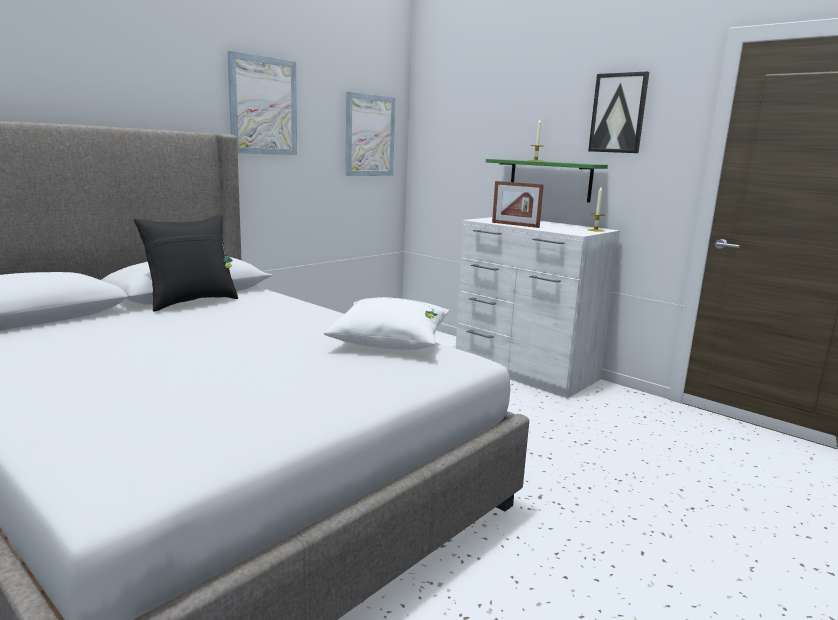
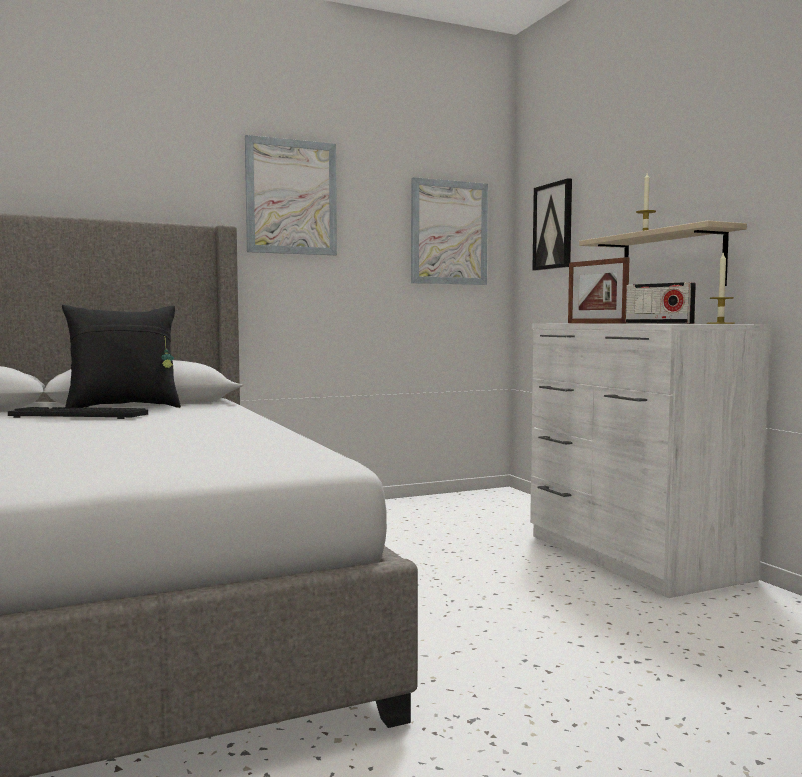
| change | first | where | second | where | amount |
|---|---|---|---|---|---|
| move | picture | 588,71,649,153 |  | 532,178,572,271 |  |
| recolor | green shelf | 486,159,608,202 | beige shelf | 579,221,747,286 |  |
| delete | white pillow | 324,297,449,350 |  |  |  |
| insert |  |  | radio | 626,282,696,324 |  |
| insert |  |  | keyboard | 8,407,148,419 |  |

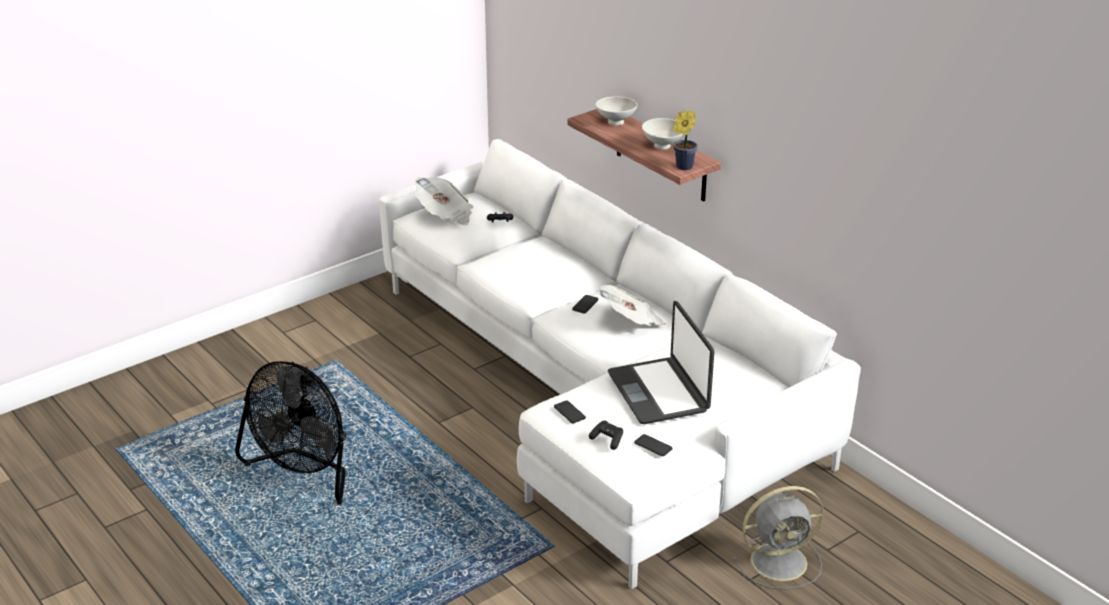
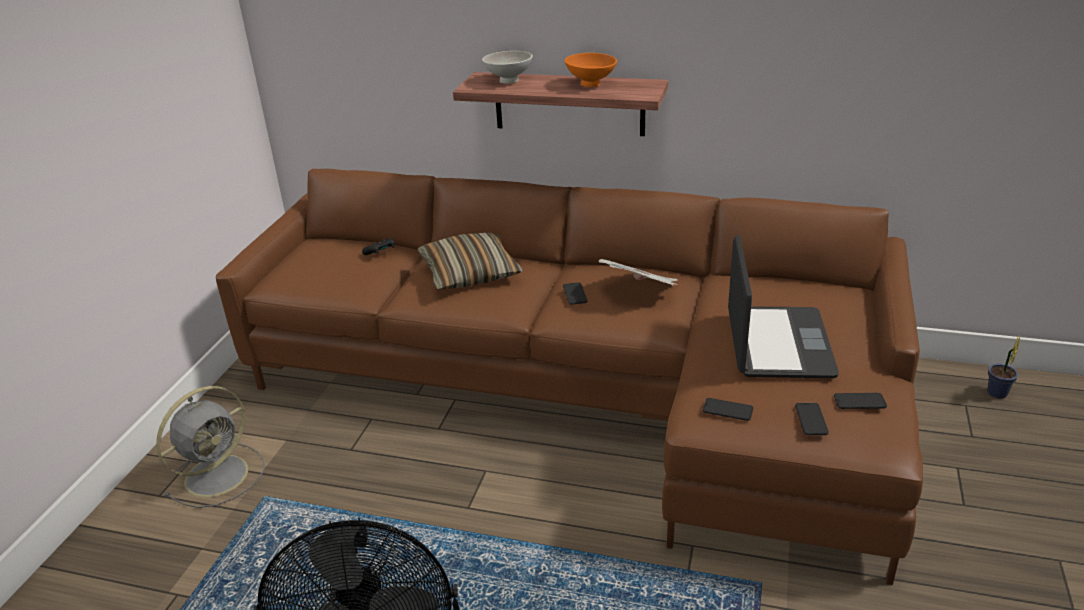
| change | first | where | second | where | amount |
|---|---|---|---|---|---|
| move | potted plant | 673,110,698,170 |  | 987,336,1020,399 |  |
| recolor | white bowl | 642,118,684,150 | orange bowl | 565,53,617,87 |  |
| recolor | white sofa | 379,139,861,589 | brown sofa | 216,169,923,585 |  |
| delete | newspaper | 415,177,473,225 |  |  |  |
| rotate | laptop | 608,301,714,424 |  | 728,235,839,378 | 120 degrees counterclockwise |
| replace | black game controller | 589,421,623,450 | phone | 795,403,829,435 |  |
| move | grey fan | 733,486,824,589 |  | 156,386,265,508 |  |
| insert |  |  | pillow | 418,233,522,289 |  |

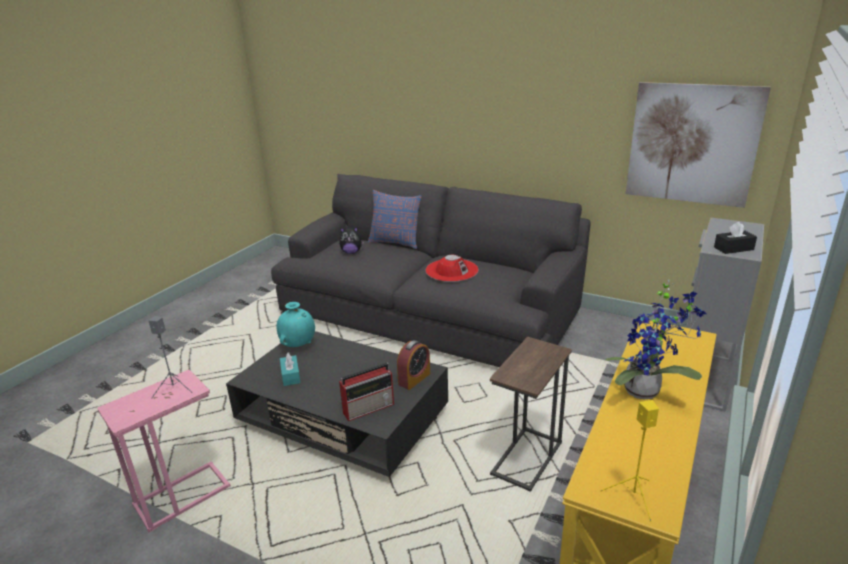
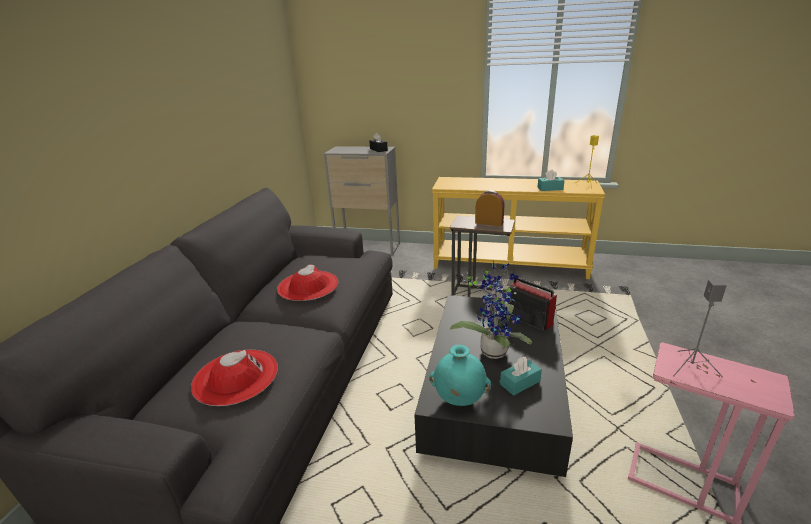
| change | first | where | second | where | amount |
|---|---|---|---|---|---|
| delete | picture | 626,82,771,208 |  |  |  |
| delete | blue pillow | 368,190,422,249 |  |  |  |
| replace | plush toy | 339,227,364,254 | red hat | 191,350,278,406 |  |
| move | potted plant | 606,280,706,399 |  | 450,261,532,359 |  |
| move | alarm clock | 397,340,430,390 |  | 475,190,505,226 |  |
| insert |  |  | turquoise tissue box | 537,170,565,191 |  |

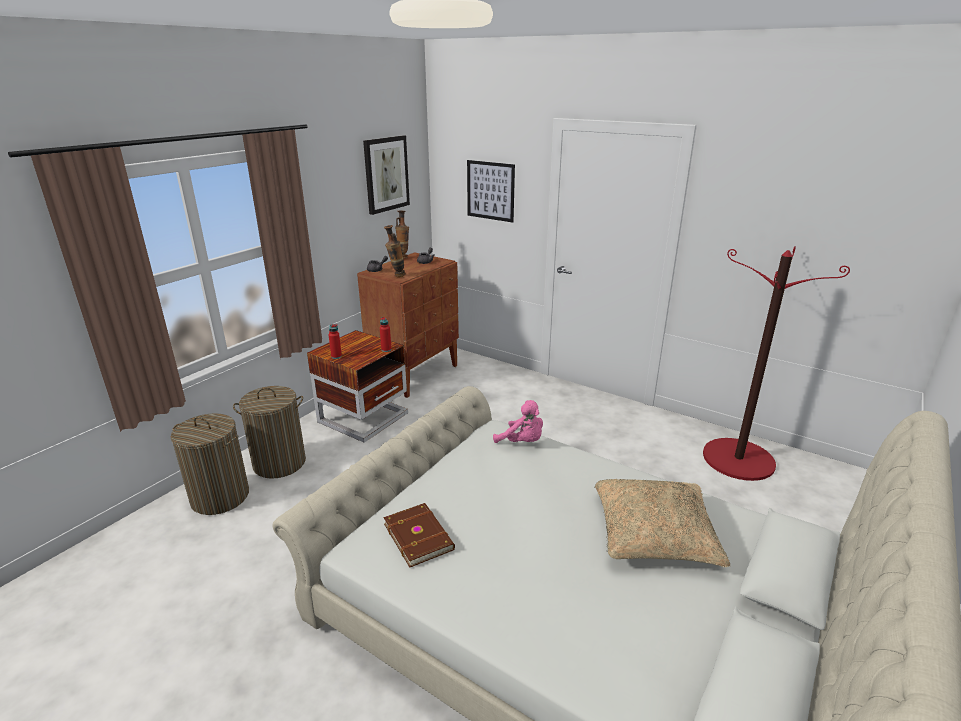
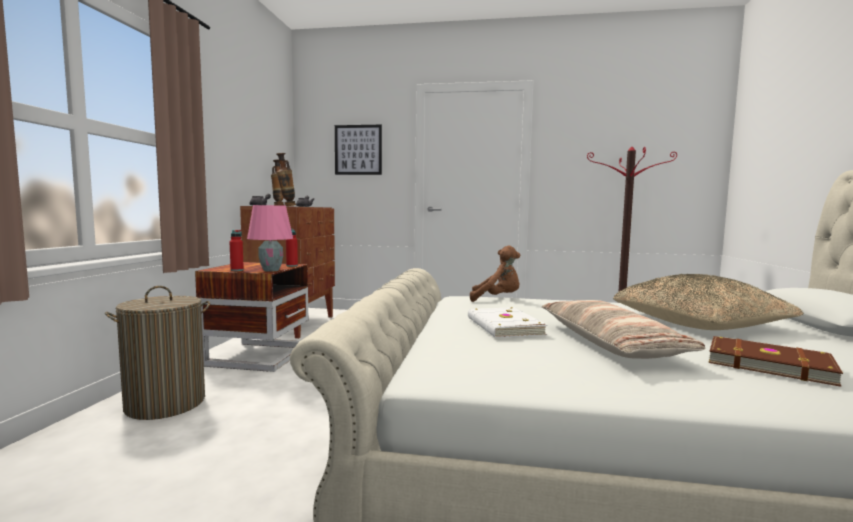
| change | first | where | second | where | amount |
|---|---|---|---|---|---|
| delete | picture | 363,135,410,215 |  |  |  |
| recolor | pink plush toy | 493,400,543,443 | brown plush toy | 470,245,520,302 |  |
| delete | laundry basket | 171,413,249,515 |  |  |  |
| move | brown book | 383,503,455,567 |  | 708,336,843,387 |  |
| insert |  |  | pink table lamp | 247,205,293,272 |  |
| insert |  |  | pillow | 542,300,706,359 |  |
| insert |  |  | white book | 468,307,547,338 |  |

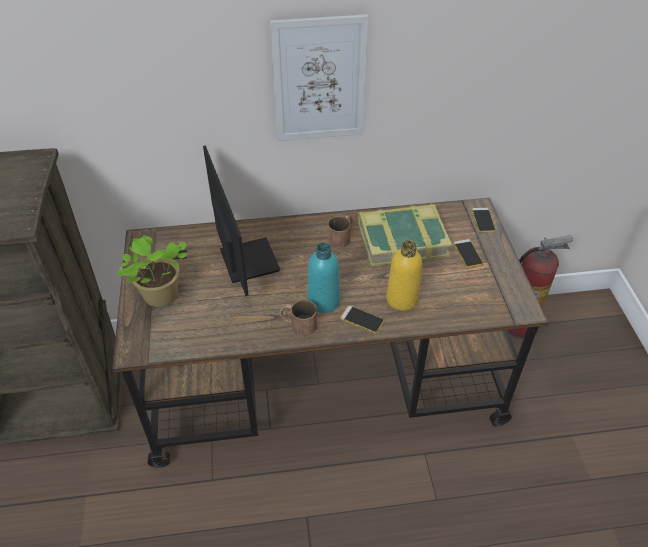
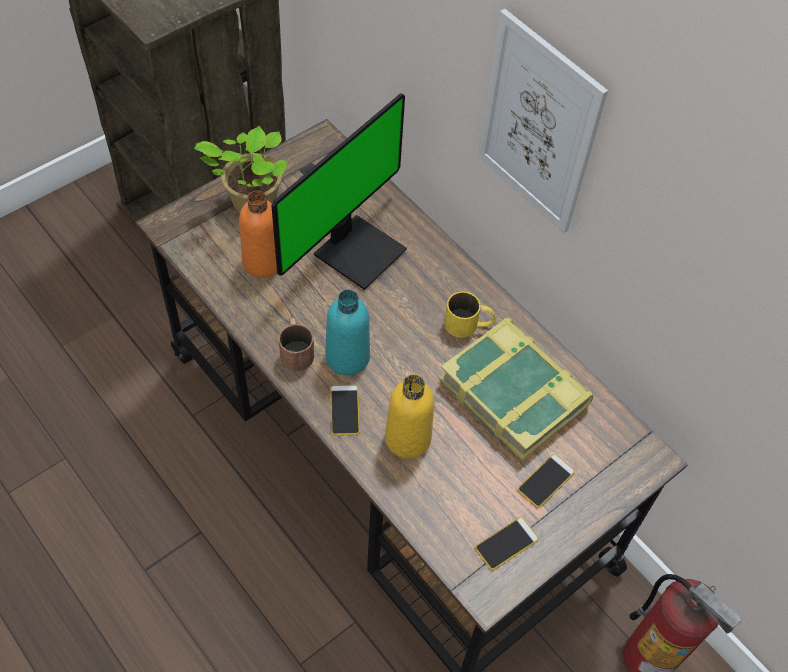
| change | first | where | second | where | amount |
|---|---|---|---|---|---|
| move | phone | 472,208,496,232 |  | 475,517,539,570 |  |
| recolor | brown mug | 328,215,353,248 | yellow mug | 444,291,496,338 |  |
| insert |  |  | orange bottle | 239,191,277,278 |  |

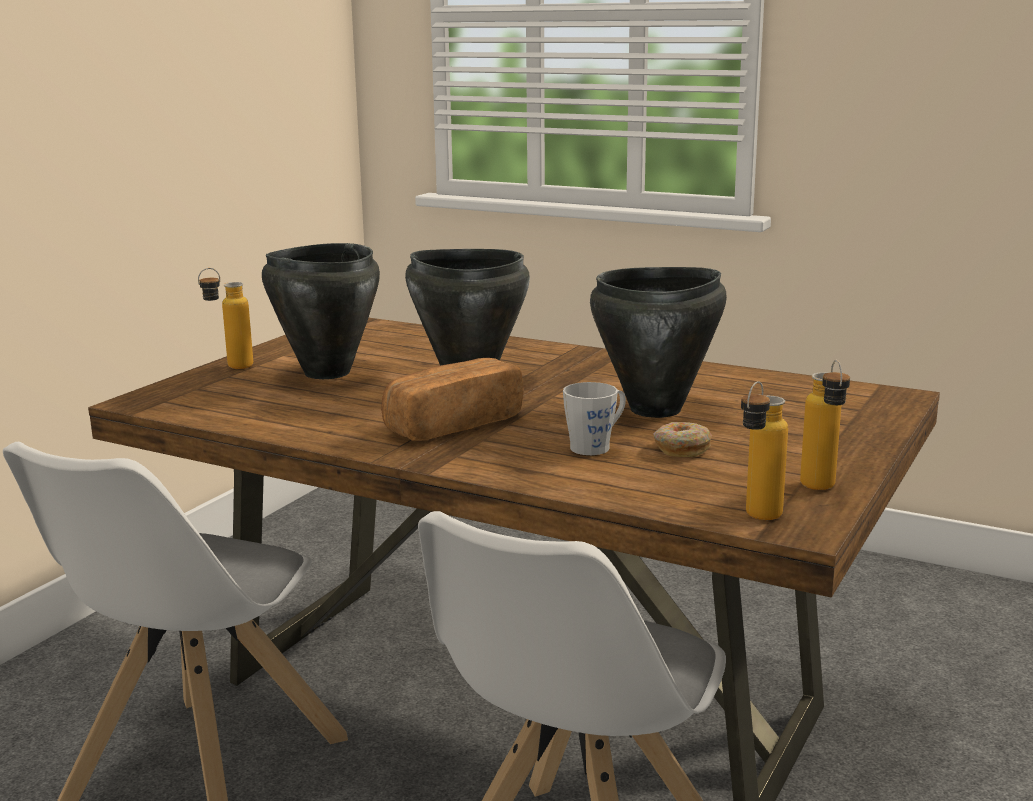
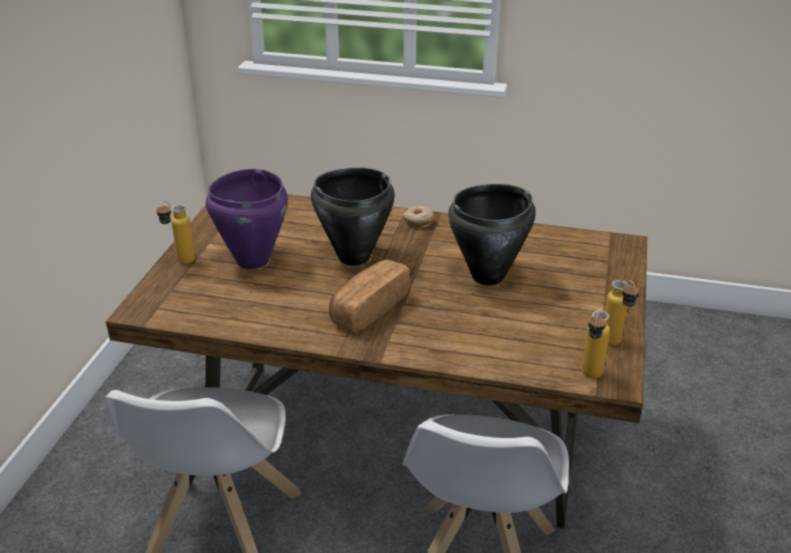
| change | first | where | second | where | amount |
|---|---|---|---|---|---|
| recolor | black cooking pot | 262,243,380,379 | purple cooking pot | 206,169,288,269 |  |
| delete | grey mug | 563,382,626,455 |  |  |  |
| move | donut | 653,422,712,457 |  | 404,206,434,228 |  |

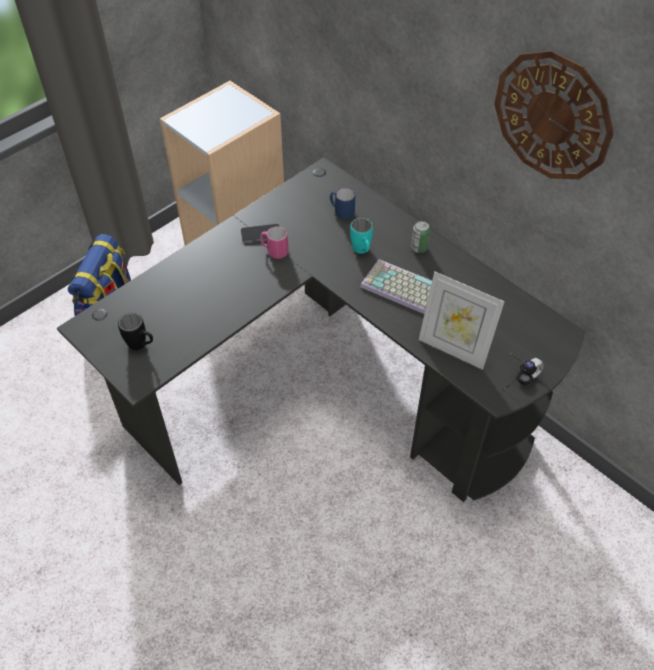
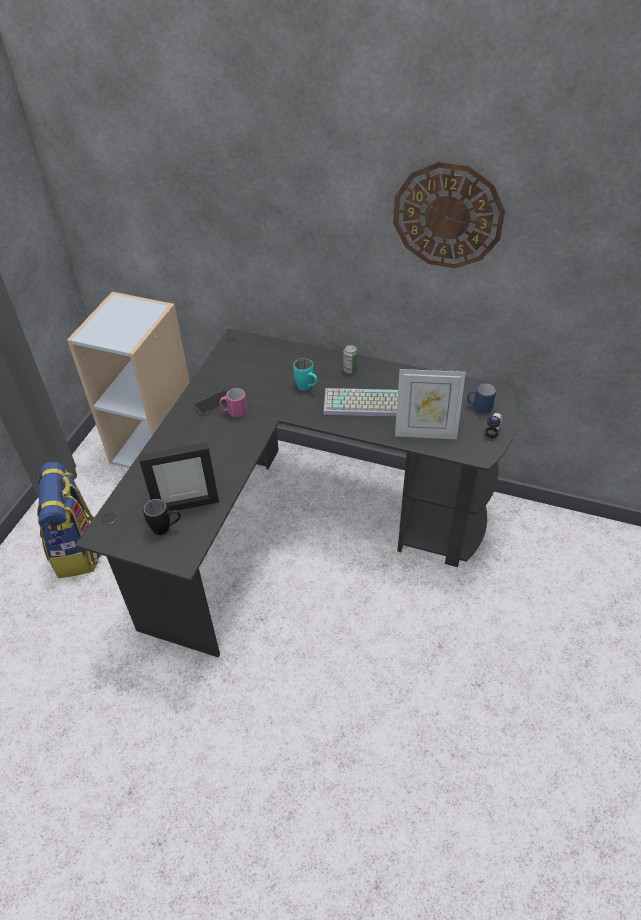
| change | first | where | second | where | amount |
|---|---|---|---|---|---|
| move | blue mug | 330,188,355,219 |  | 467,383,496,413 |  |
| insert |  |  | picture frame | 139,442,219,511 |  |

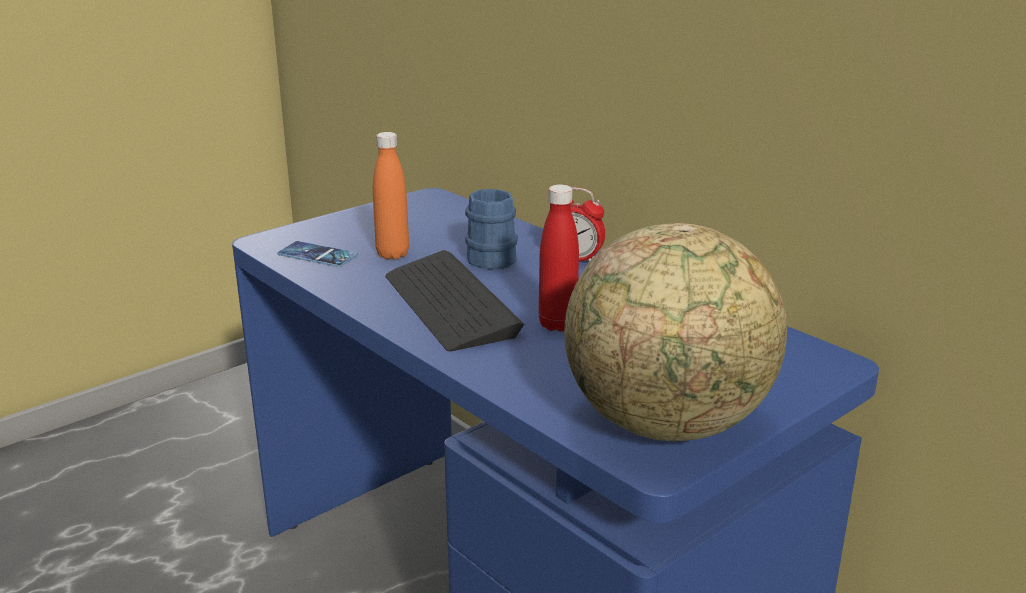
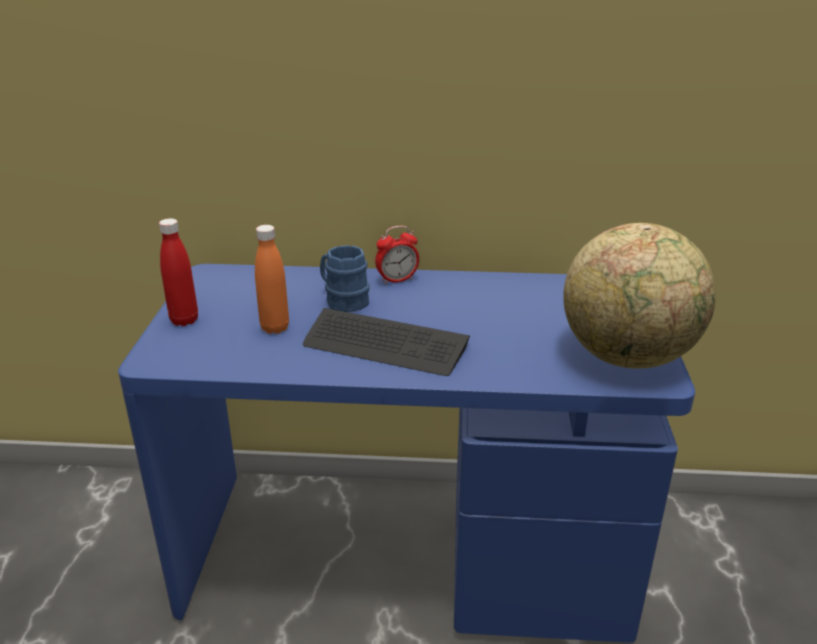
| change | first | where | second | where | amount |
|---|---|---|---|---|---|
| move | red bottle | 539,184,579,332 |  | 159,218,198,326 |  |
| delete | phone | 277,241,358,267 |  |  |  |

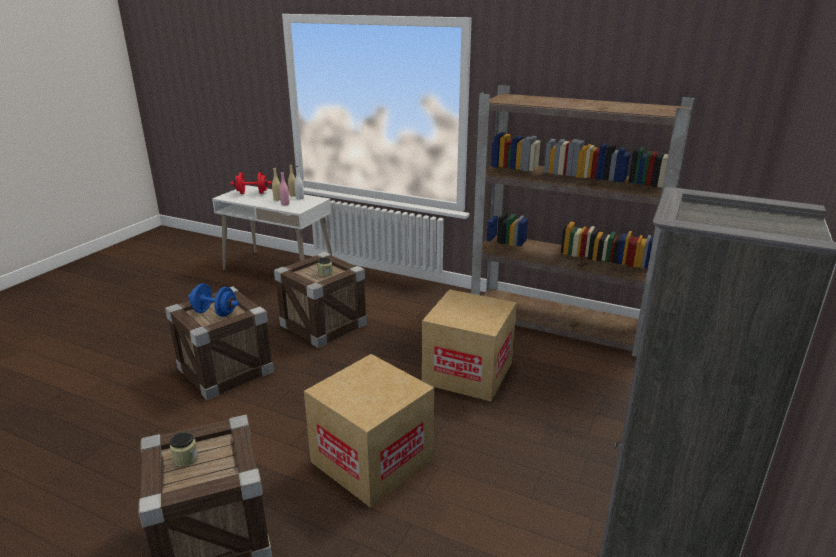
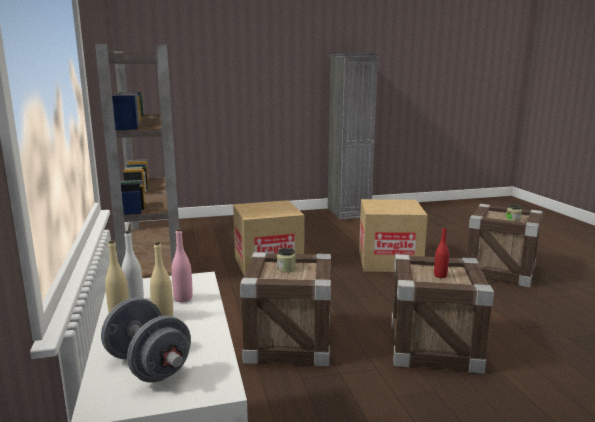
| change | first | where | second | where | amount |
|---|---|---|---|---|---|
| recolor | red dumbbell | 231,172,272,194 | grey dumbbell | 101,297,191,383 |  |
| replace | blue dumbbell | 188,284,239,317 | red bottle | 434,227,449,278 |  |

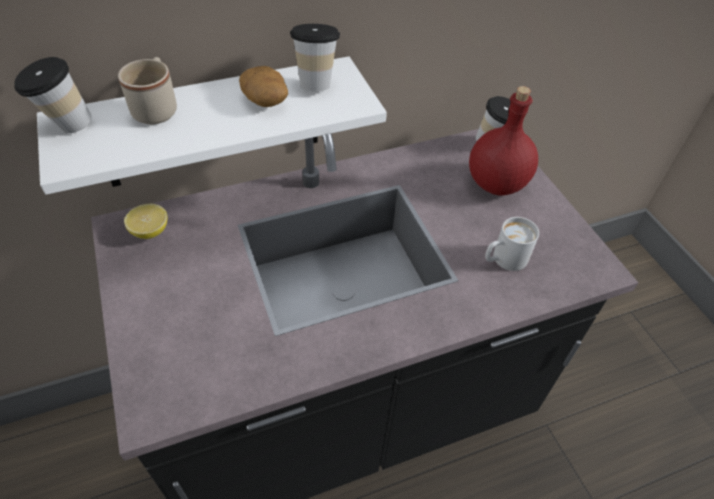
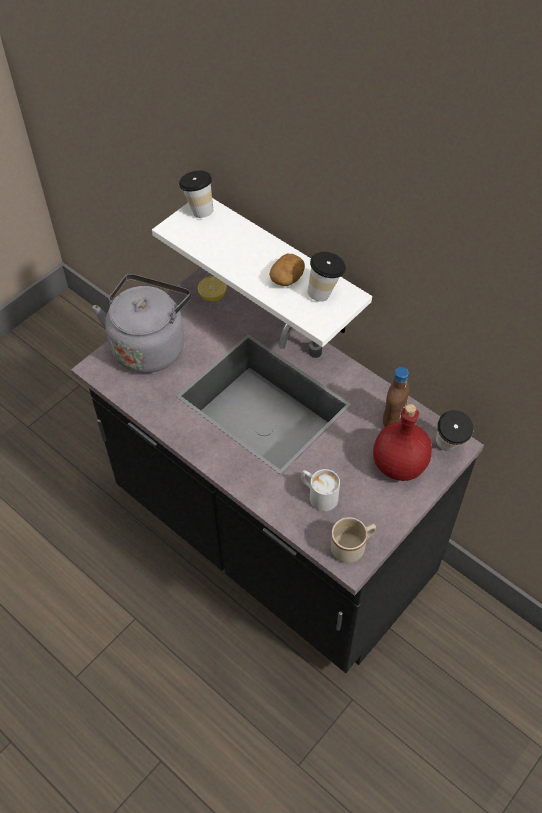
| change | first | where | second | where | amount |
|---|---|---|---|---|---|
| move | beige mug | 118,57,177,124 |  | 331,517,376,563 |  |
| insert |  |  | grey kettle | 93,274,191,373 |  |
| insert |  |  | brown bottle | 383,367,409,427 |  |

